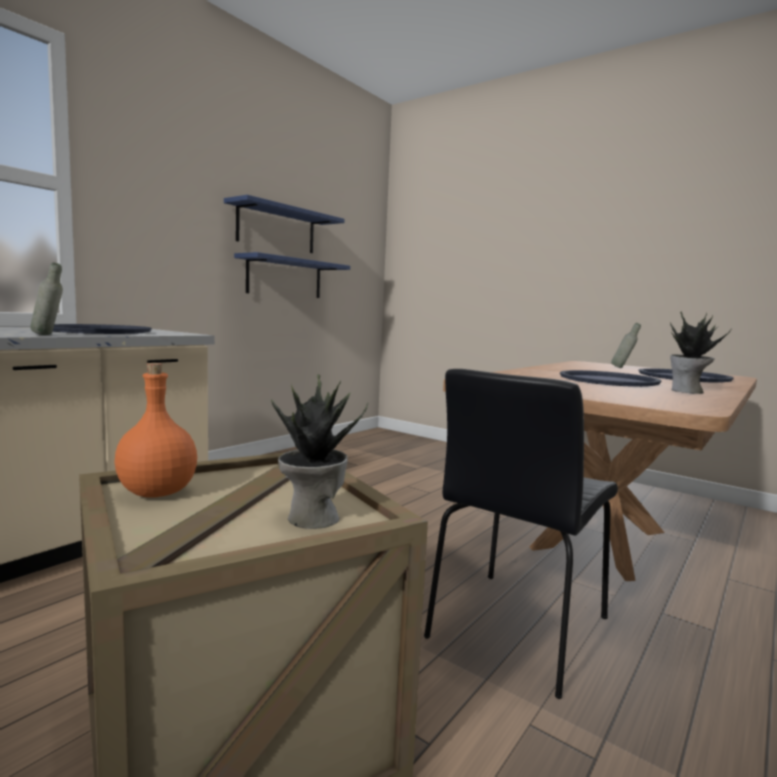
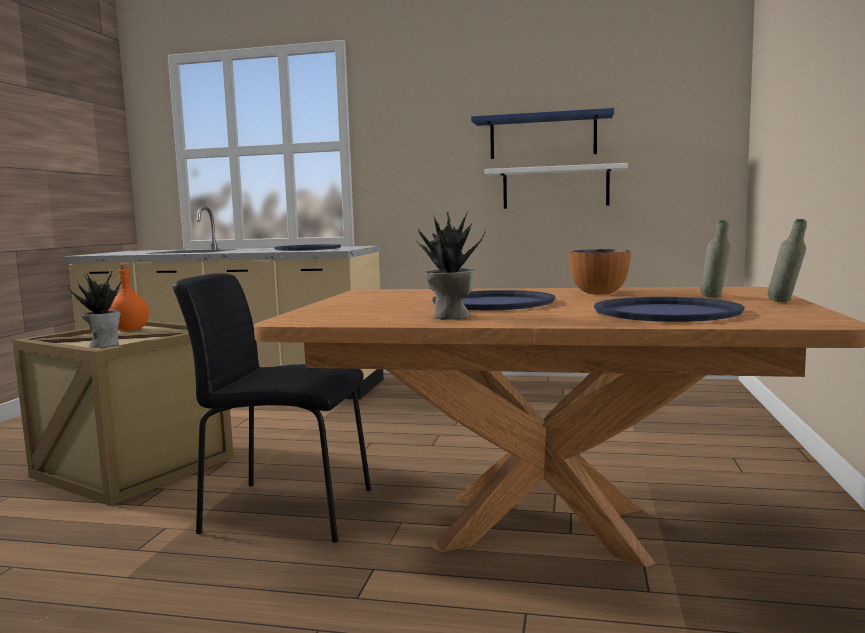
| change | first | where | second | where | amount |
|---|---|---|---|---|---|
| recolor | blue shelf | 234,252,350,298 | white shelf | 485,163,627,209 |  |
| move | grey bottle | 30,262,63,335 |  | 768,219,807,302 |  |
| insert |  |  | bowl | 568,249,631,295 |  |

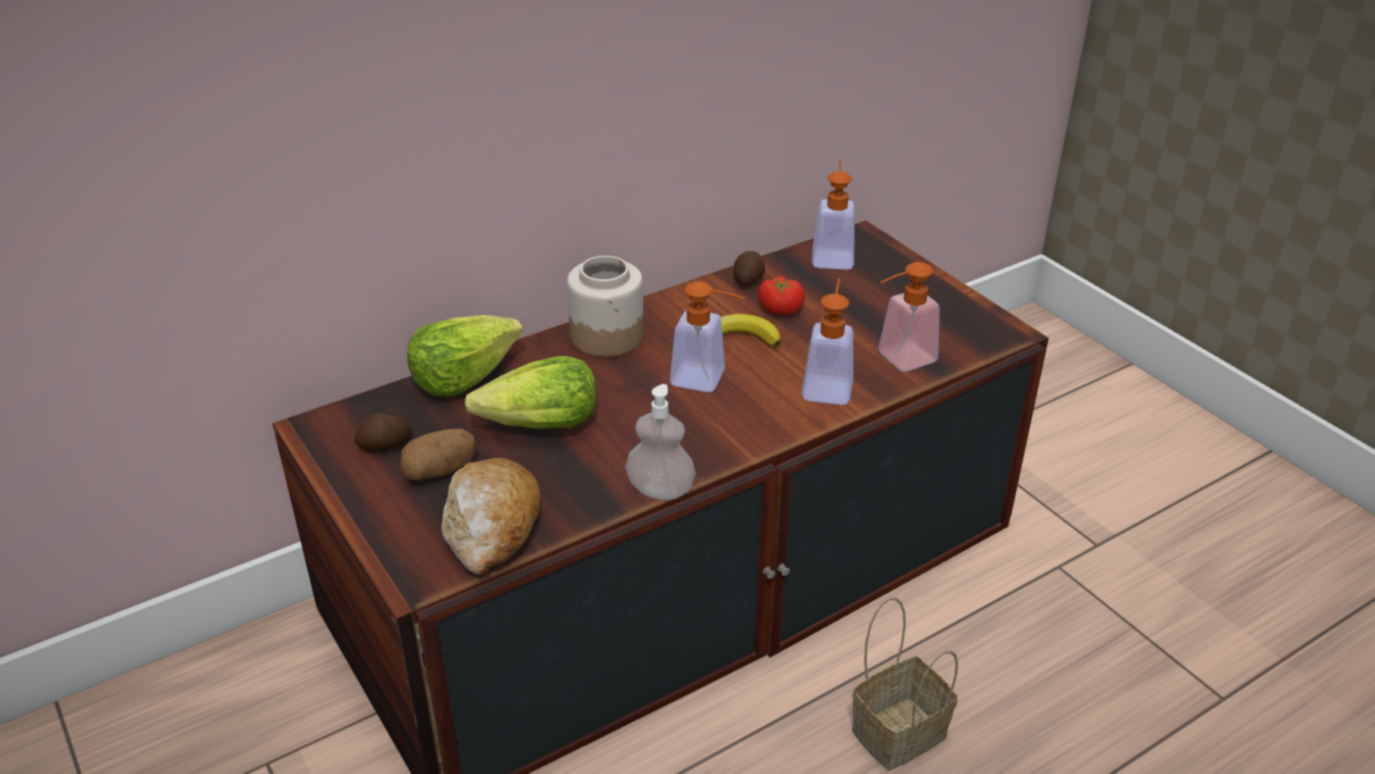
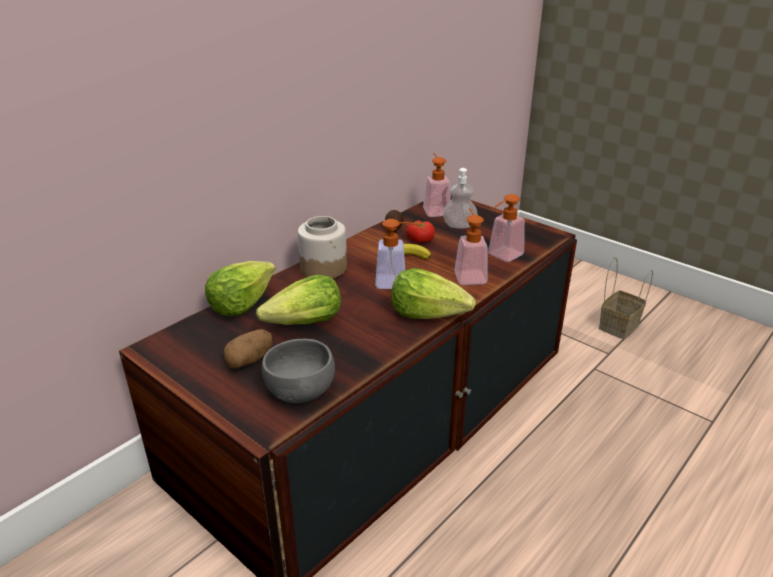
| change | first | where | second | where | amount |
|---|---|---|---|---|---|
| move | soap dispenser | 625,384,696,500 |  | 443,168,478,229 |  |
| delete | potato | 354,413,412,451 |  |  |  |
| replace | bread | 442,458,541,575 | grey bowl | 262,339,335,403 |  |
| move | basket | 852,597,958,771 |  | 599,257,653,339 |  |
| insert |  |  | lettuce | 391,268,476,319 |  |

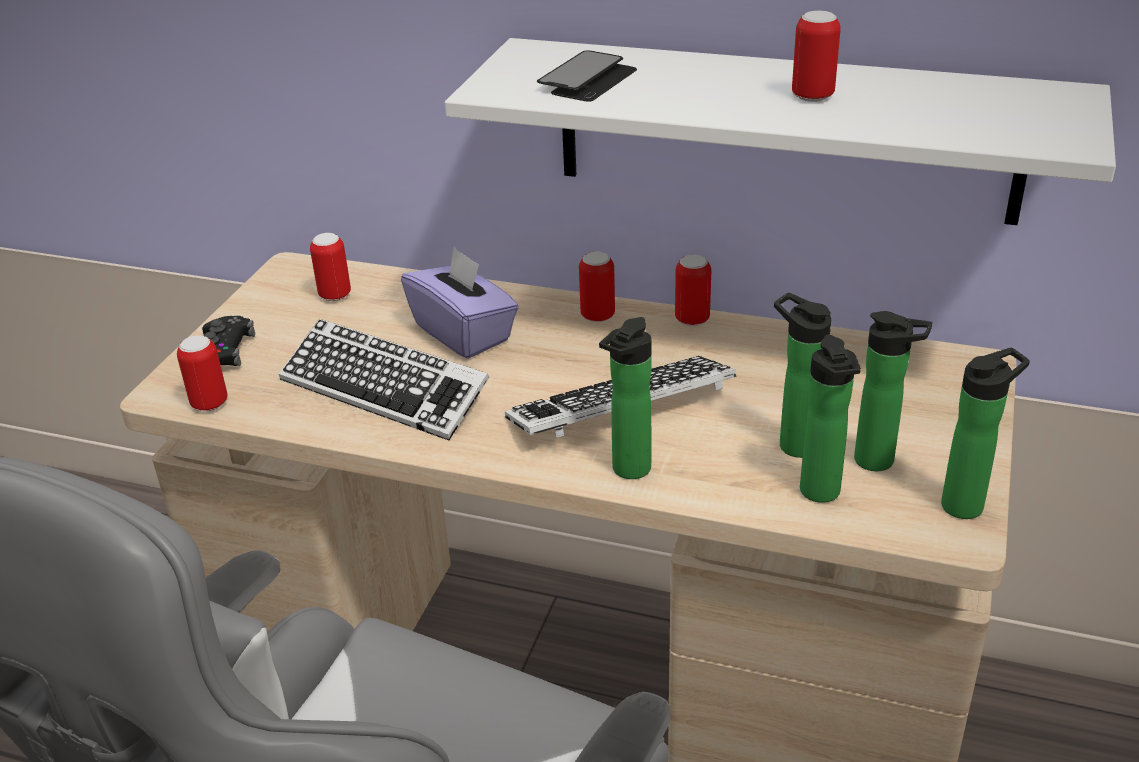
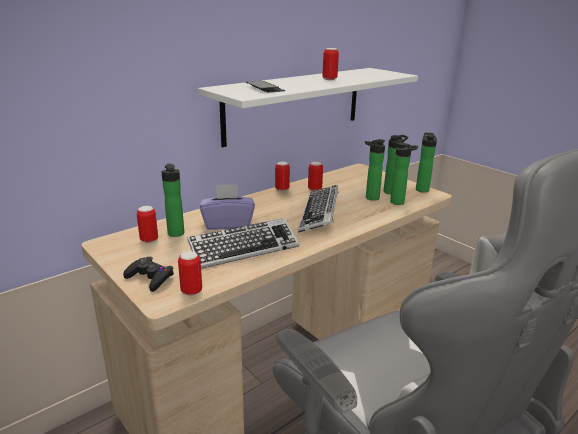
| change | first | where | second | where | amount |
|---|---|---|---|---|---|
| move | can | 579,252,615,322 |  | 308,162,323,191 |  |
| move | bottle | 599,317,652,479 |  | 162,164,184,237 |  |

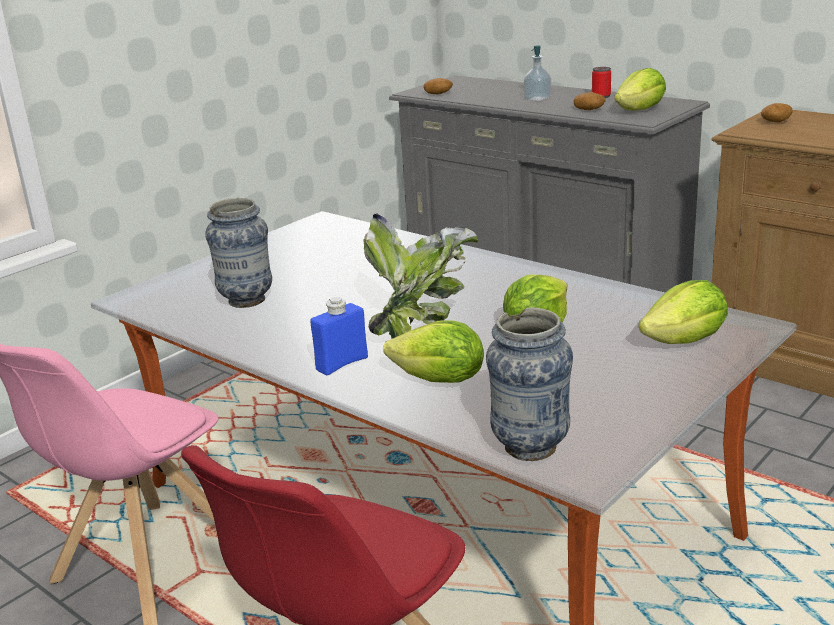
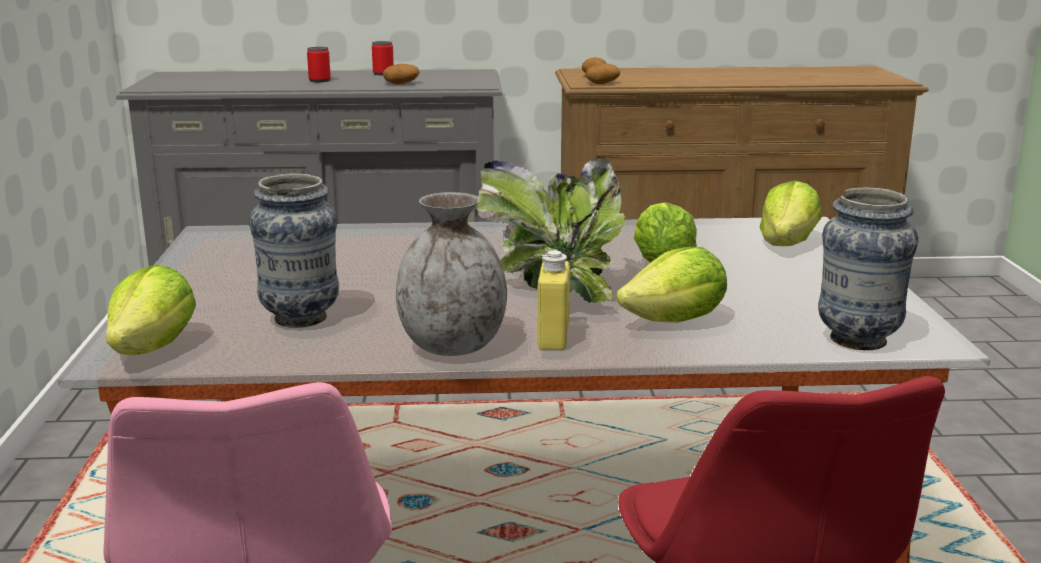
| change | first | where | second | where | amount |
|---|---|---|---|---|---|
| replace | soap dispenser | 524,45,551,101 | can | 307,47,331,82 |  |
| move | lettuce | 614,68,666,111 |  | 106,265,196,355 |  |
| move | potato | 423,78,453,94 |  | 585,64,620,84 |  |
| recolor | blue bottle | 311,297,368,375 | yellow bottle | 537,250,570,350 |  |
| insert |  |  | grey vase | 396,192,507,356 |  |

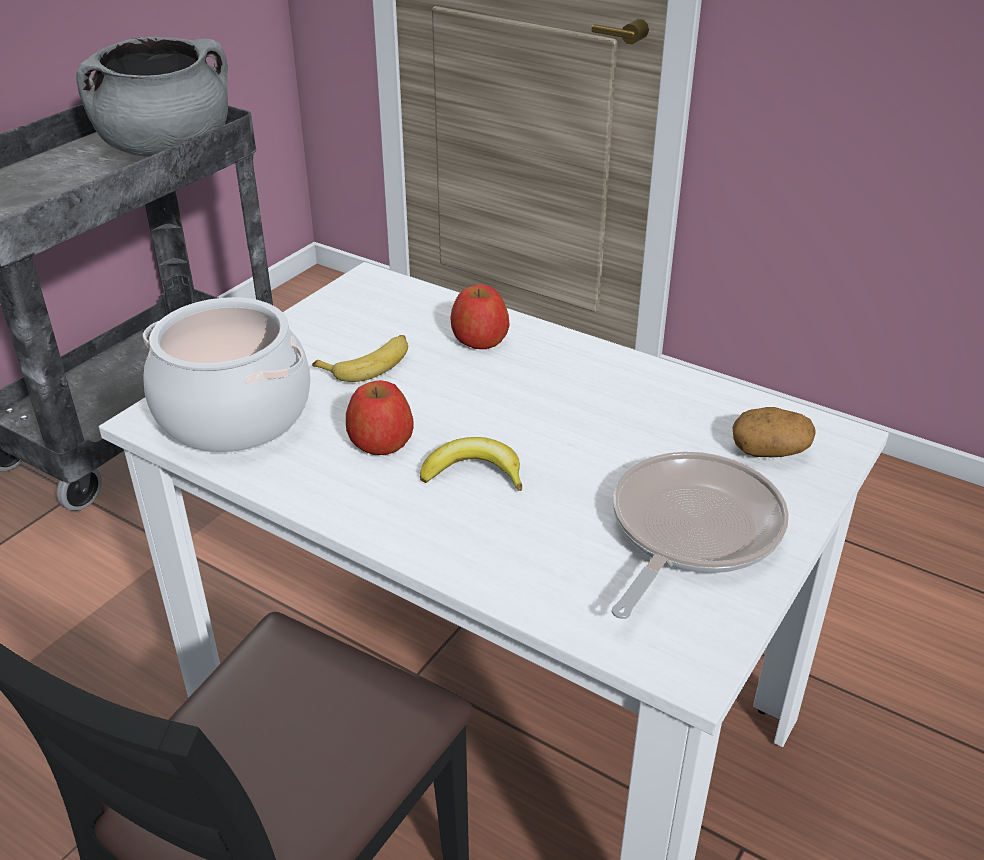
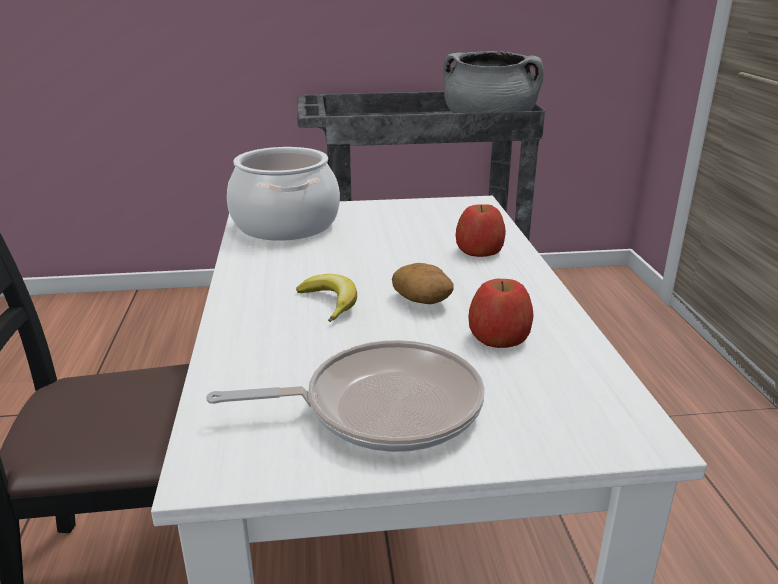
| change | first | where | second | where | amount |
|---|---|---|---|---|---|
| delete | banana | 312,335,408,382 |  |  |  |
| move | apple | 346,380,414,455 |  | 468,279,534,348 |  |
| move | potato | 732,407,816,457 |  | 392,263,454,304 |  |

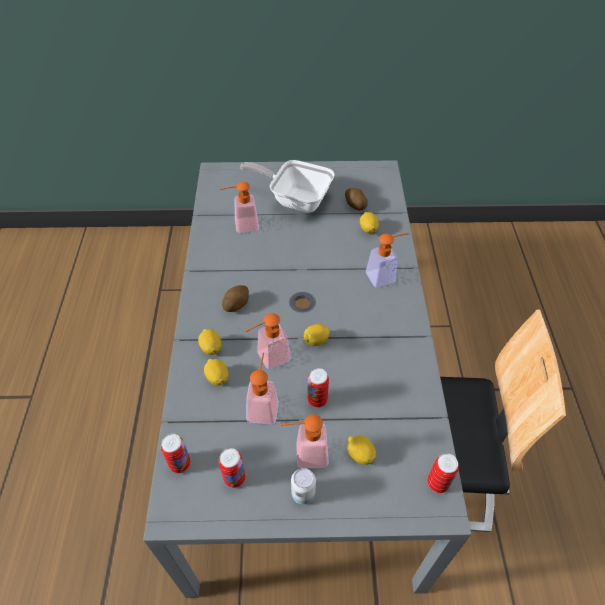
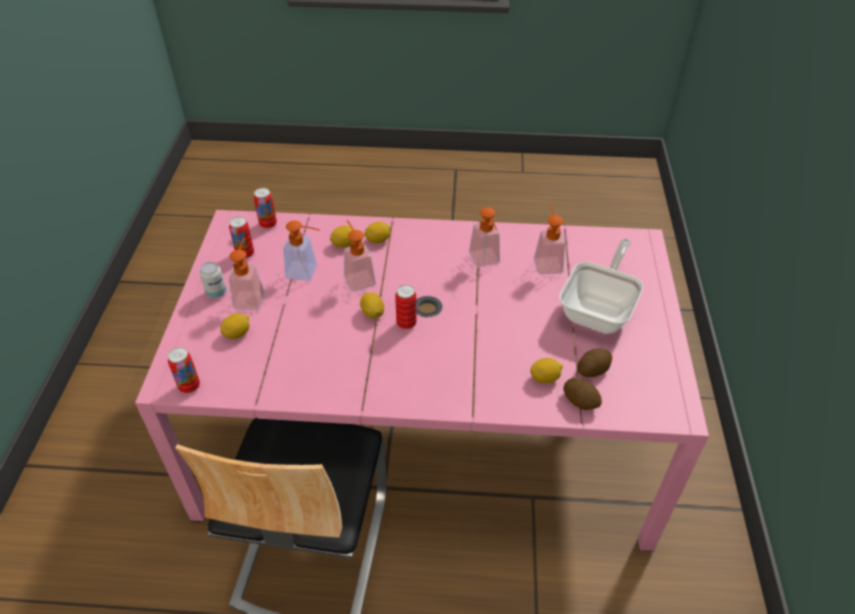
| change | first | where | second | where | amount |
|---|---|---|---|---|---|
| recolor | grey dining table | 143,160,471,598 | pink dining table | 135,210,709,551 |  |
| move | soap dispenser | 366,233,409,288 |  | 469,207,500,267 |  |
| move | potato | 222,285,249,312 |  | 563,378,602,410 |  |
| move | can | 307,368,329,408 |  | 395,285,417,329 |  |

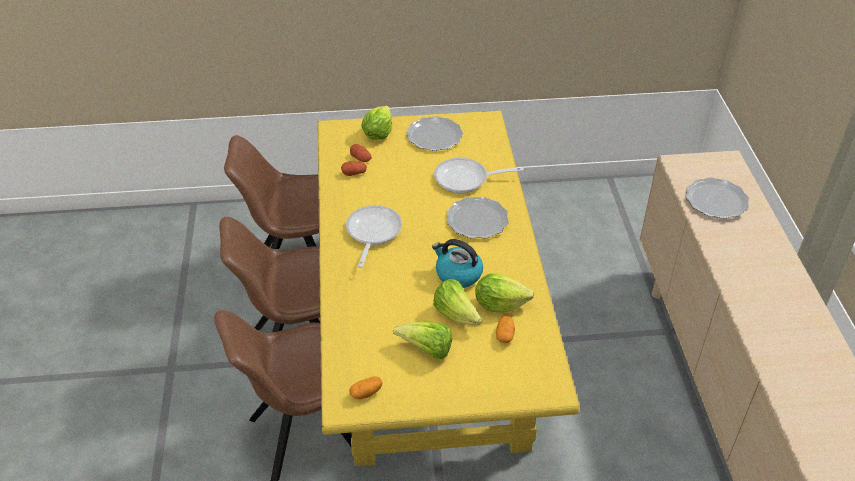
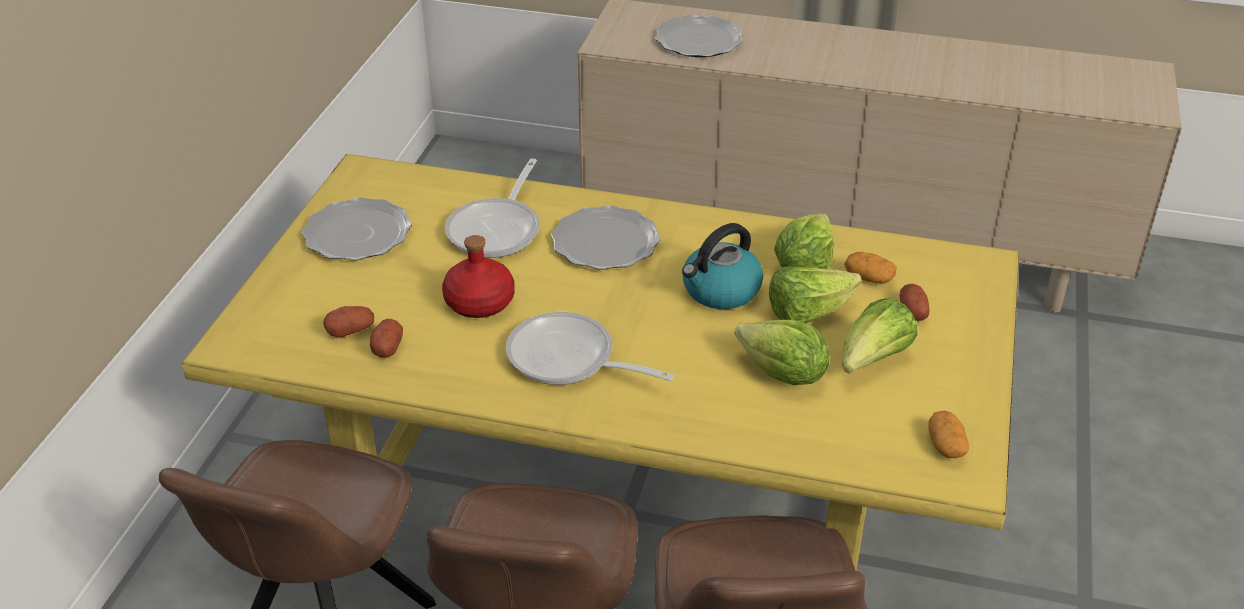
| change | first | where | second | where | amount |
|---|---|---|---|---|---|
| move | lettuce | 361,106,392,140 |  | 735,320,829,385 |  |
| insert |  |  | red bottle | 442,235,515,318 |  |
| insert |  |  | potato | 900,284,929,321 |  |

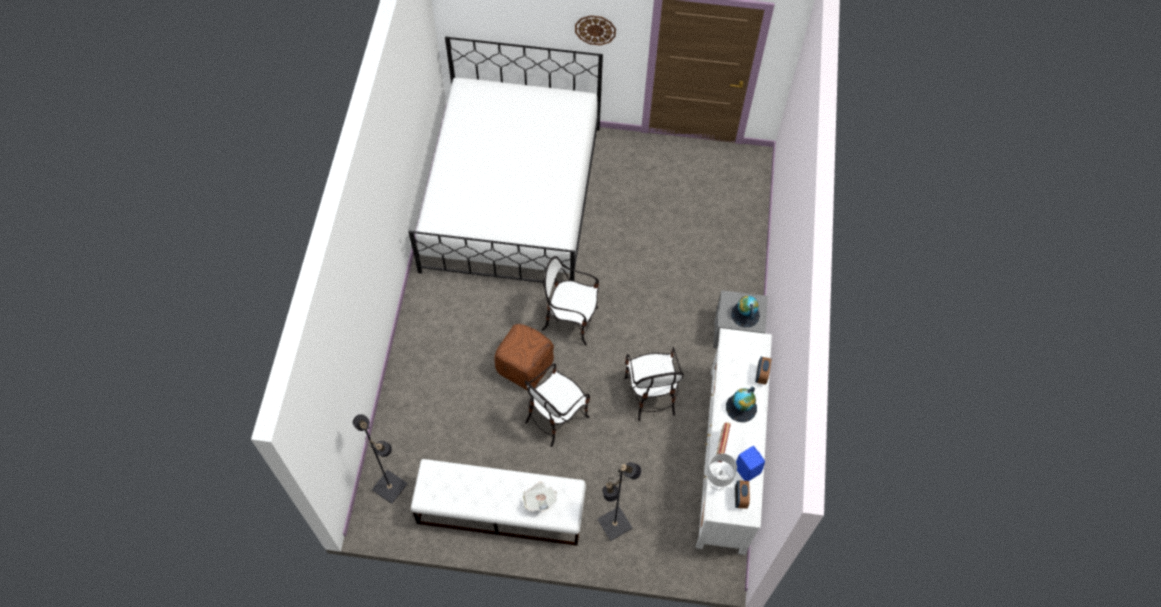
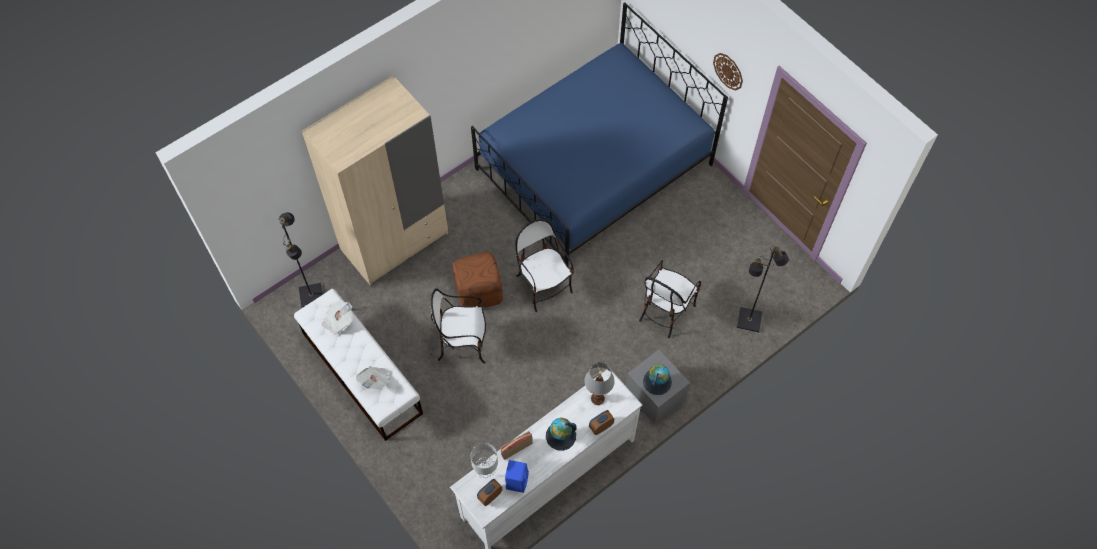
| change | first | where | second | where | amount |
|---|---|---|---|---|---|
| recolor | white bed | 409,37,603,284 | blue bed | 471,2,728,266 |  |
| move | chair | 624,347,684,421 |  | 639,260,701,338 |  |
| move | black floor lamp | 597,462,641,541 |  | 736,246,789,332 |  |
| insert |  |  | beige wardrobe | 302,76,448,286 |  |
| insert |  |  | newspaper | 322,300,353,335 |  |
| insert |  |  | table lamp | 584,362,615,405 |  |

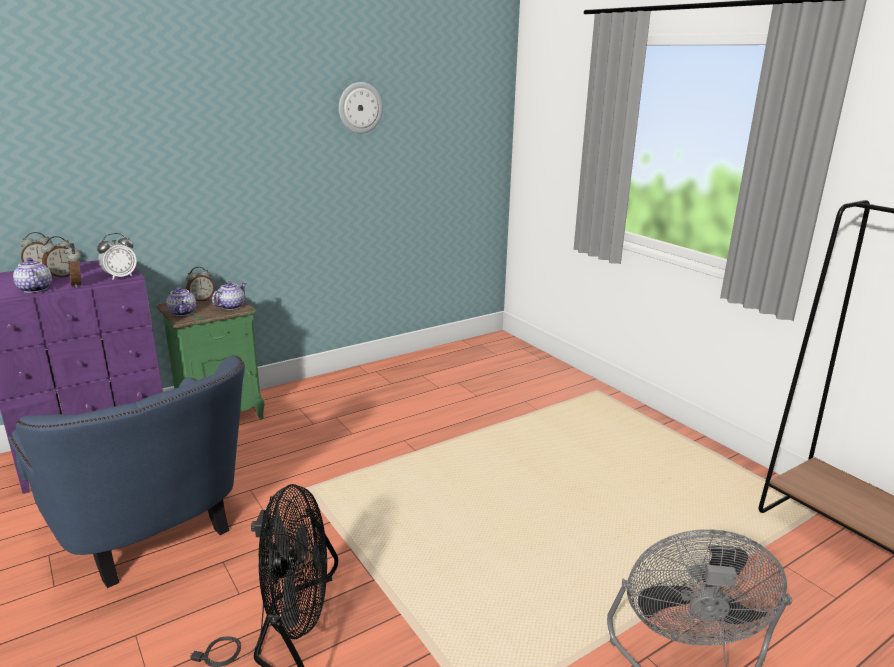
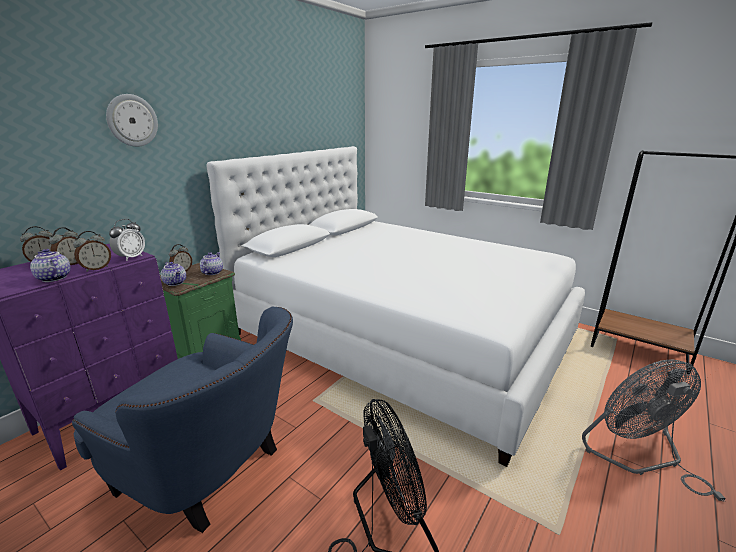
| change | first | where | second | where | amount |
|---|---|---|---|---|---|
| move | wall clock | 339,82,383,133 |  | 106,94,158,147 |  |
| rotate | alarm clock | 65,243,82,288 |  | 73,231,111,272 | 90 degrees counterclockwise |
| insert |  |  | white bed | 207,146,585,467 |  |

